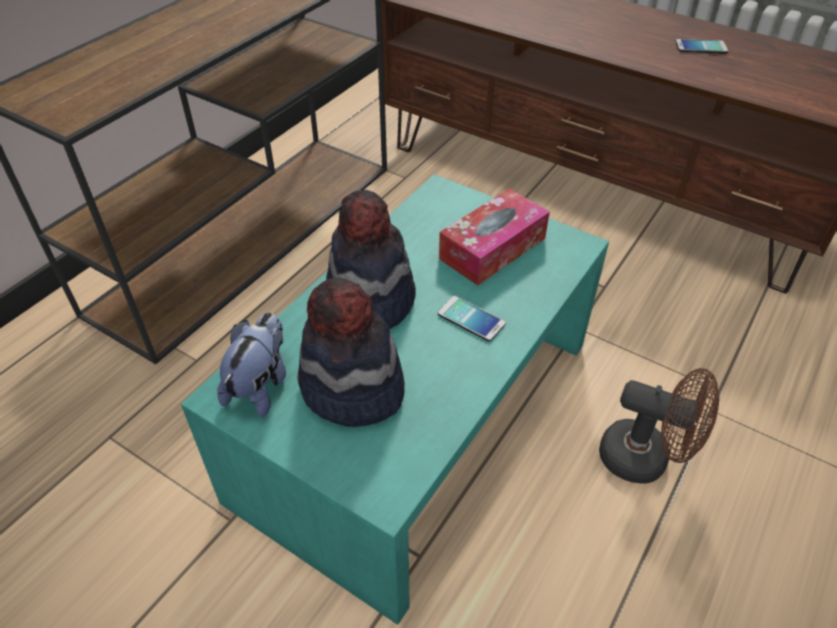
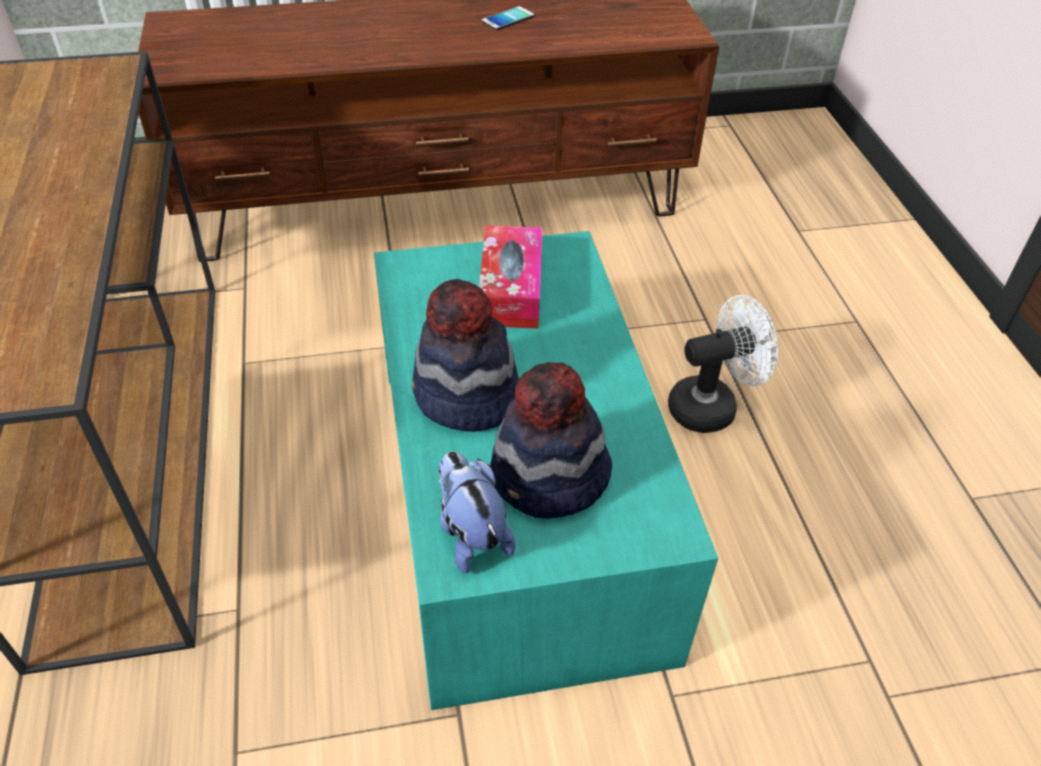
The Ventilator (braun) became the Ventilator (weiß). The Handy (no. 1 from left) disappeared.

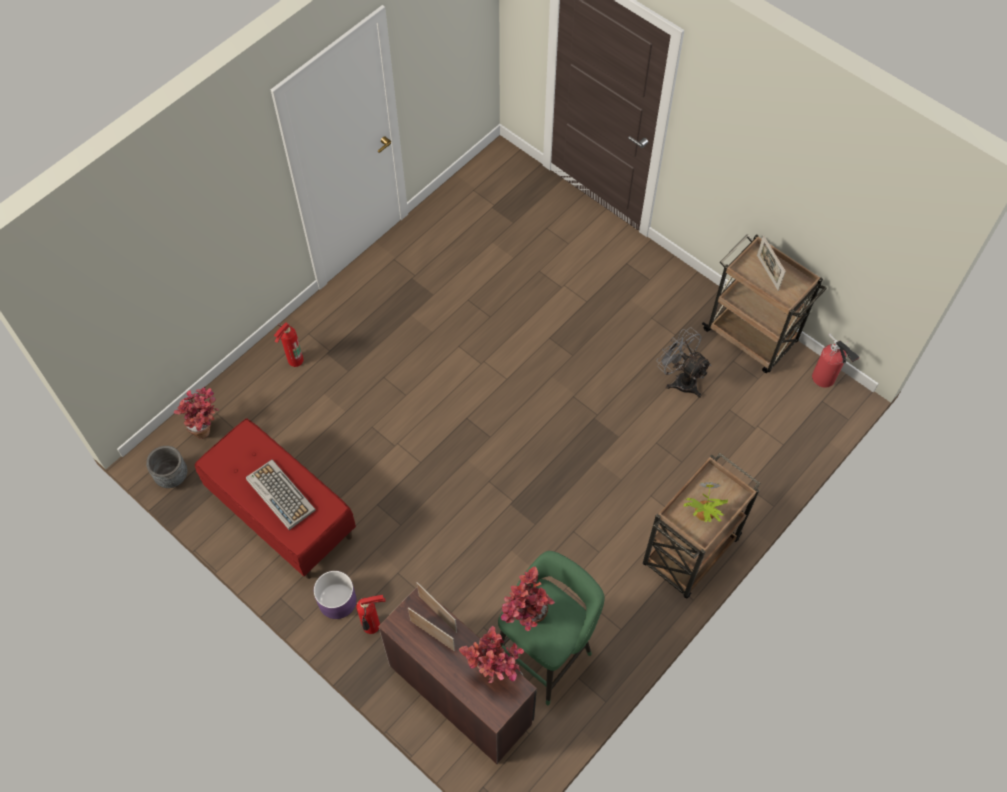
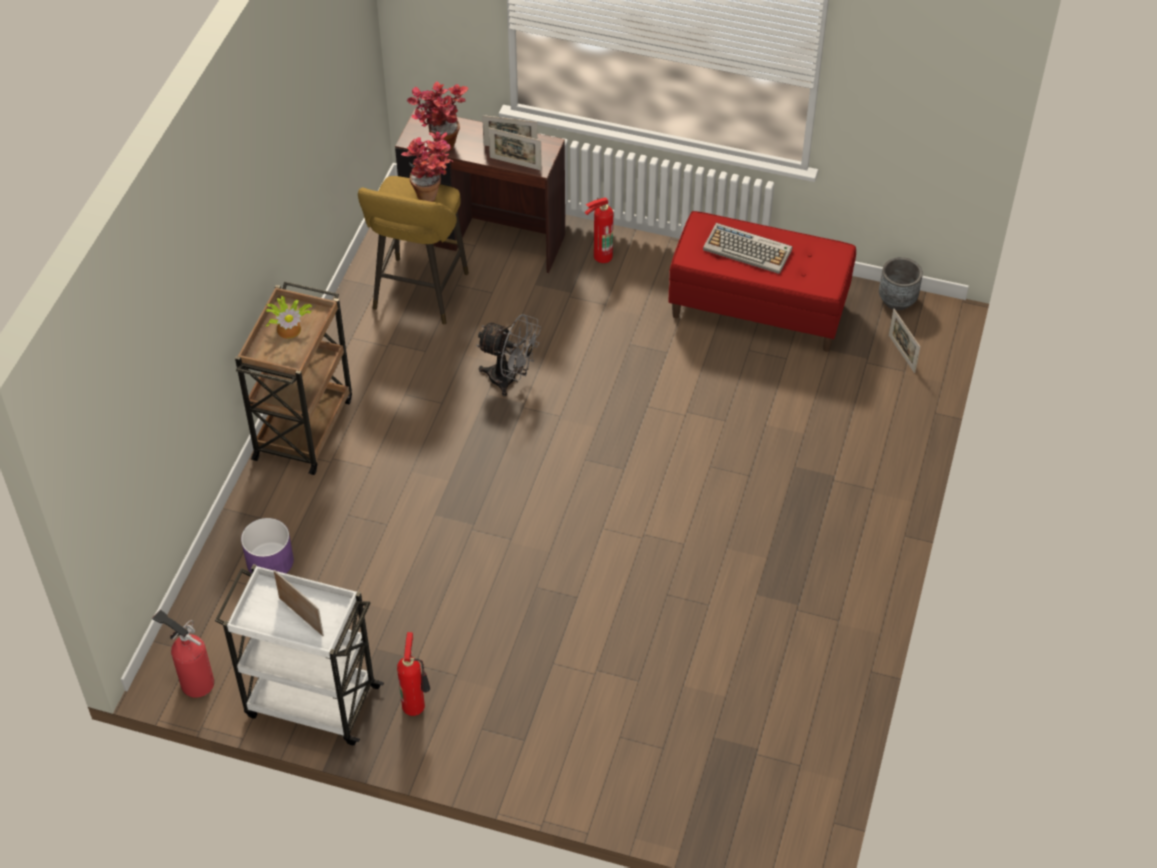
The Rollwagen (braun) (no. 2 from left) became the Rollwagen (weiß). The Pflanzkübel (lila) moved. The Hocker (grün) became the Hocker (gelb). The Feuerlöscher (no. 1 from left in the first image) moved. The Ventilator (grau) moved. The Topfpflanze (no. 1 from left) was replaced by the Bilderrahmen (no. 4 from left).

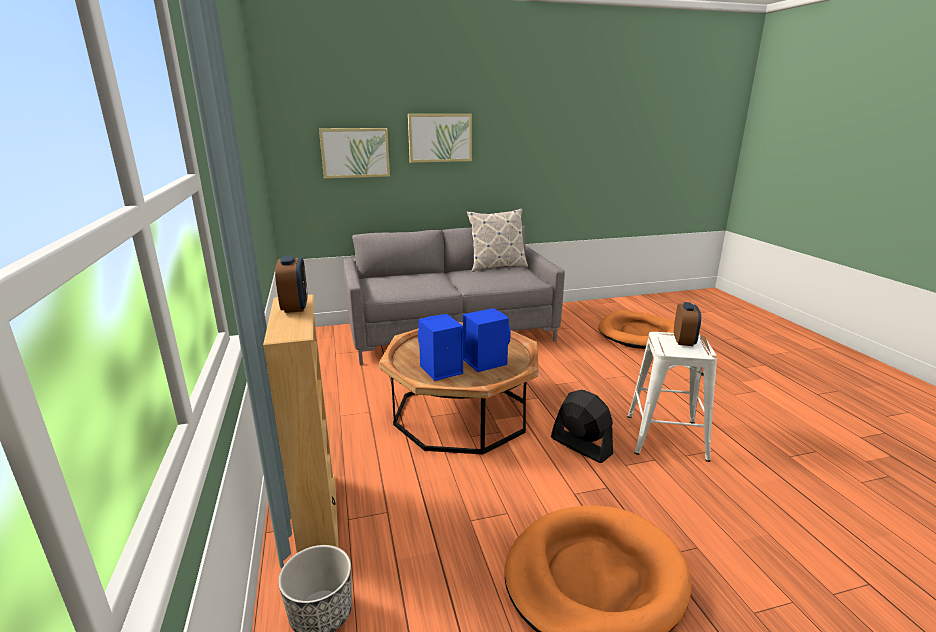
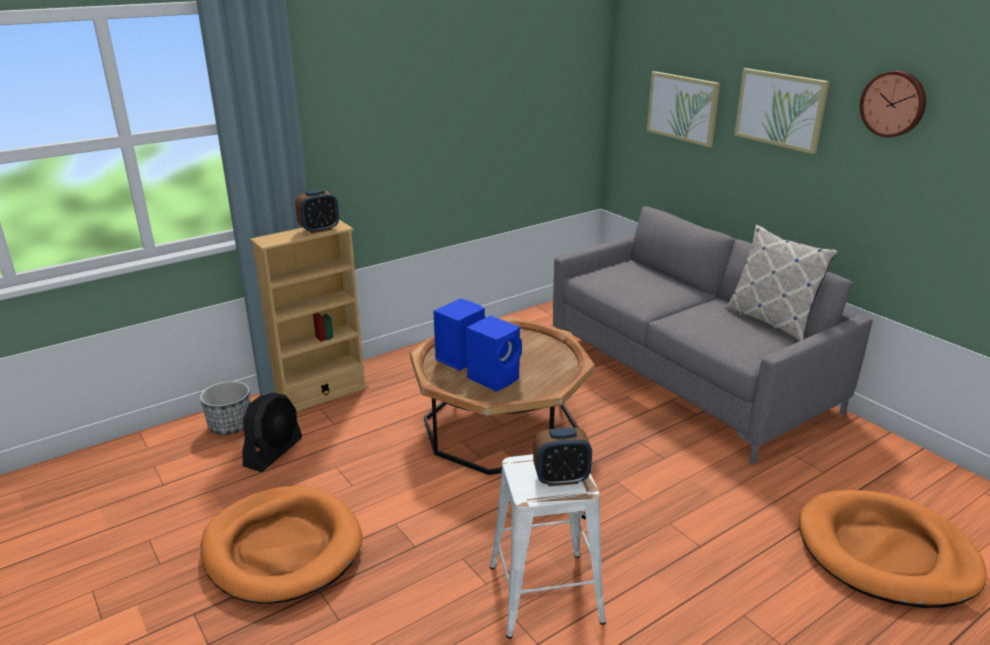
The Ventilator (schwarz) moved. The Wanduhr appeared.

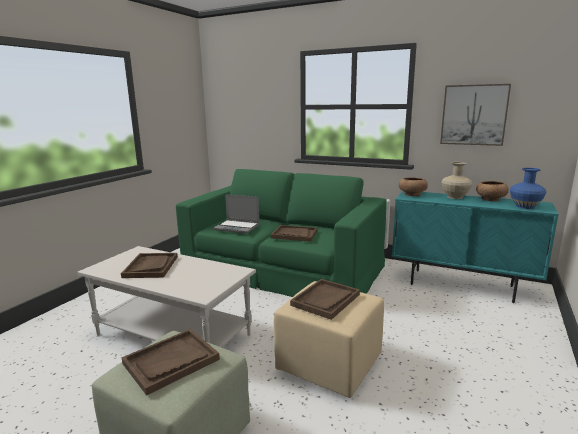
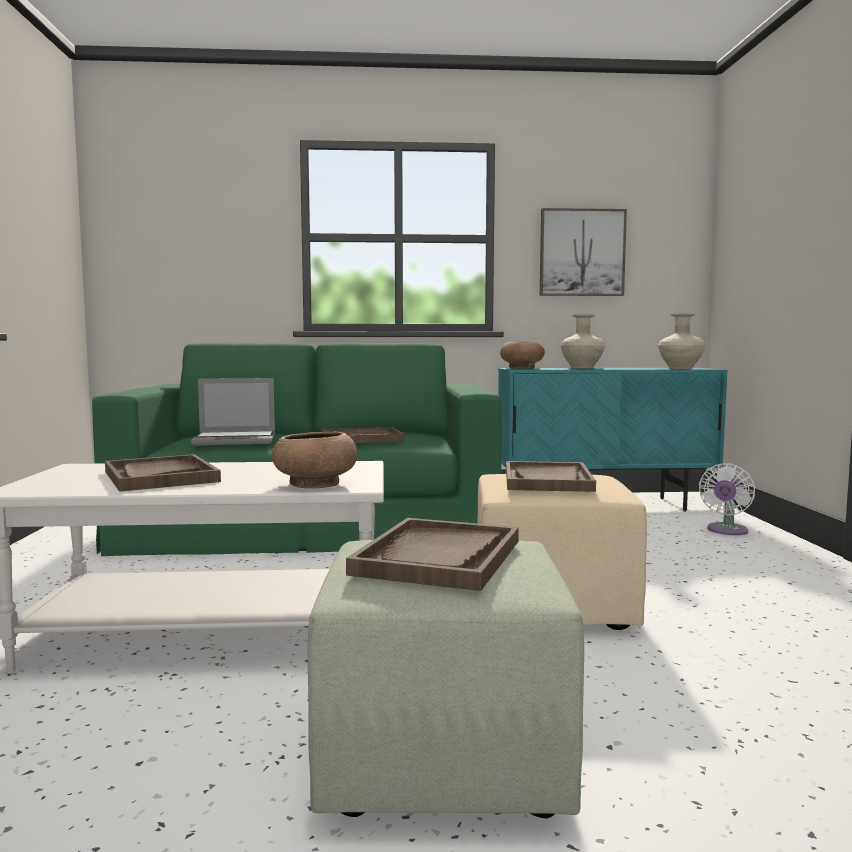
The Schüssel (braun) (no. 2 from left in the first image) moved. The Vase (blau) became the Vase (beige) (no. 2 from left). The Ventilator (weiß) appeared.

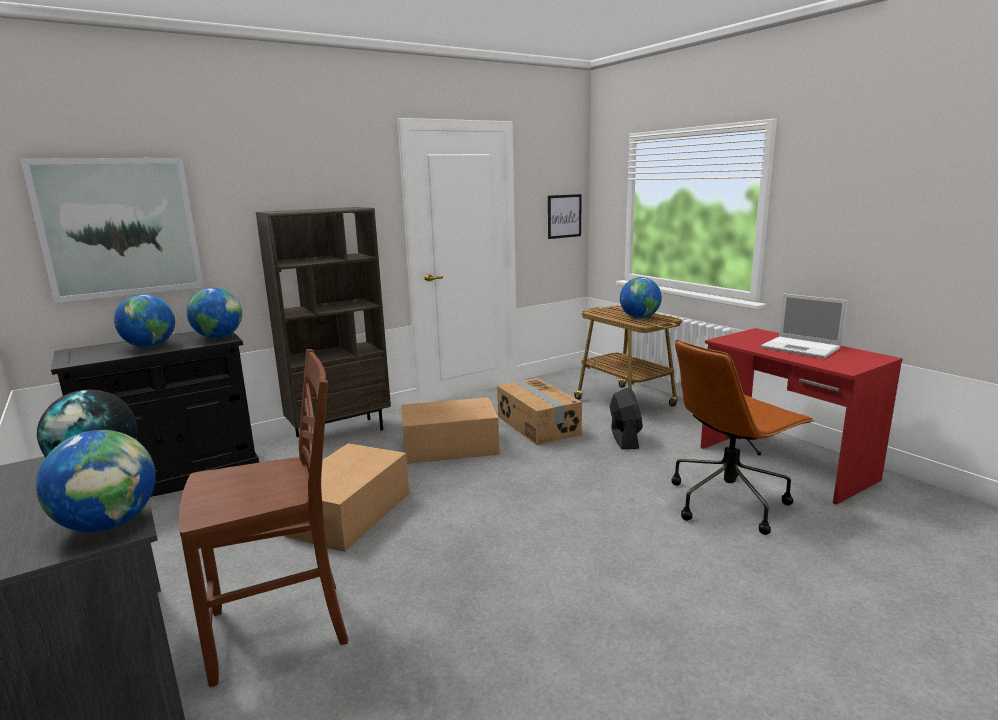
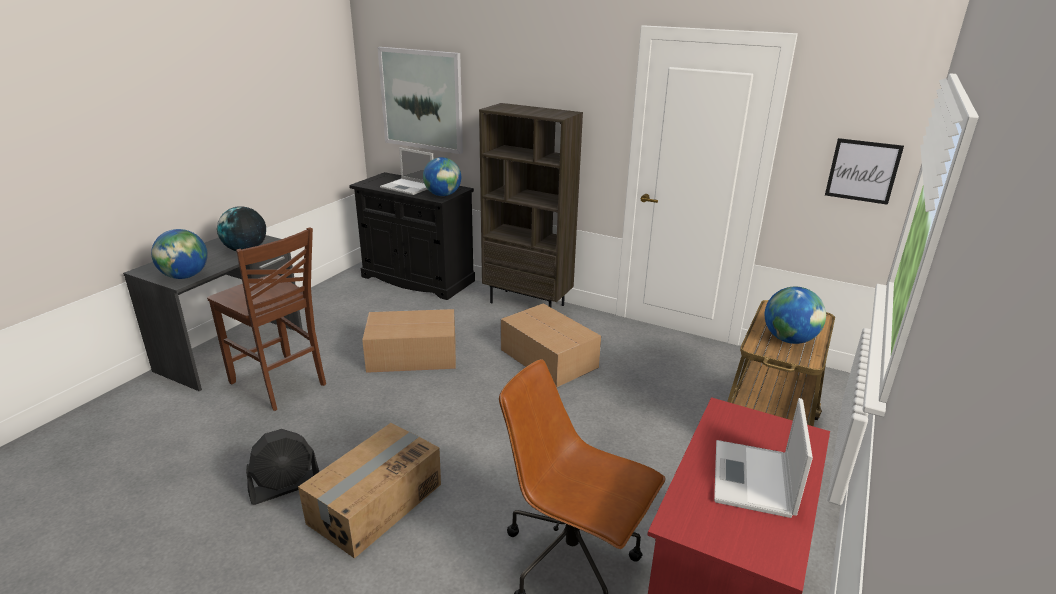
The Ventilator (schwarz) moved. The Karton (no. 3 from left in the first image) moved. The Globus (no. 3 from left) was replaced by the Laptop (no. 1 from left).

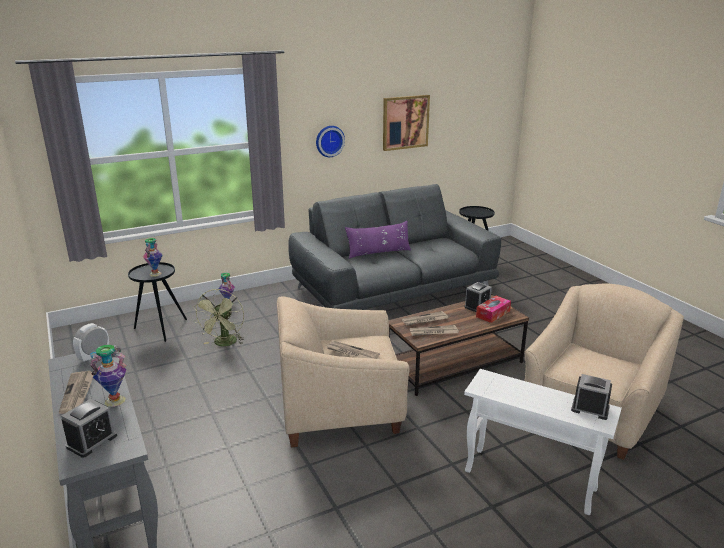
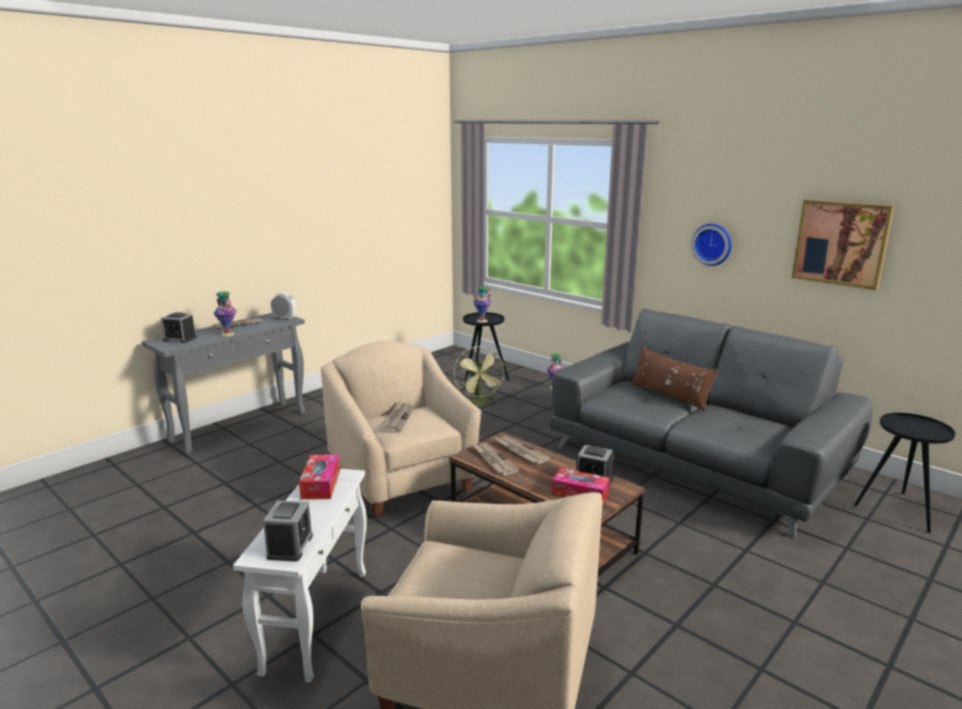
The Taschentuchbox (no. 1 from left) appeared. The Ventilator (grün) turned 90 degrees counterclockwise. The Kissen (lila) became the Kissen (braun).

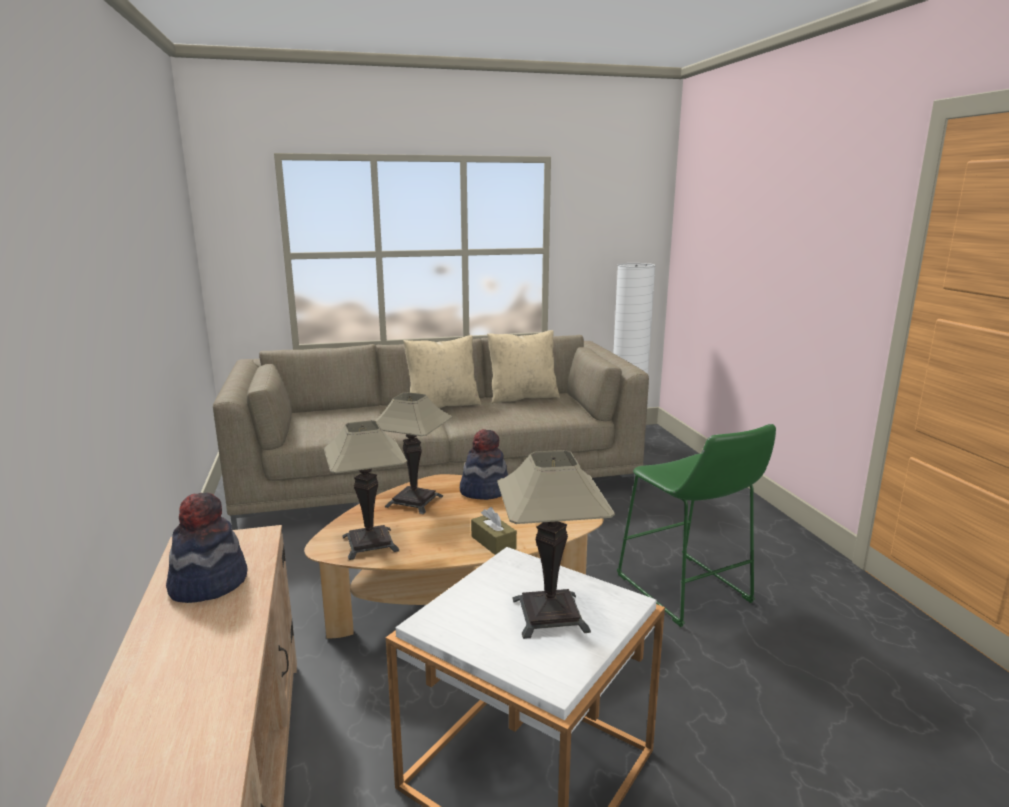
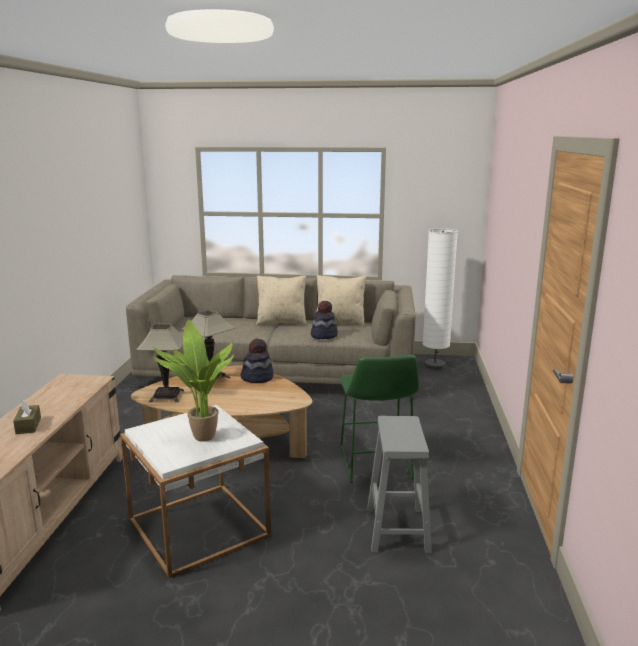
The Taschentuchbox (braun) moved. The Tischlampe (no. 3 from left) was replaced by the Topfpflanze. The Hut (no. 1 from left in the first image) moved. The Hocker (grau) appeared.

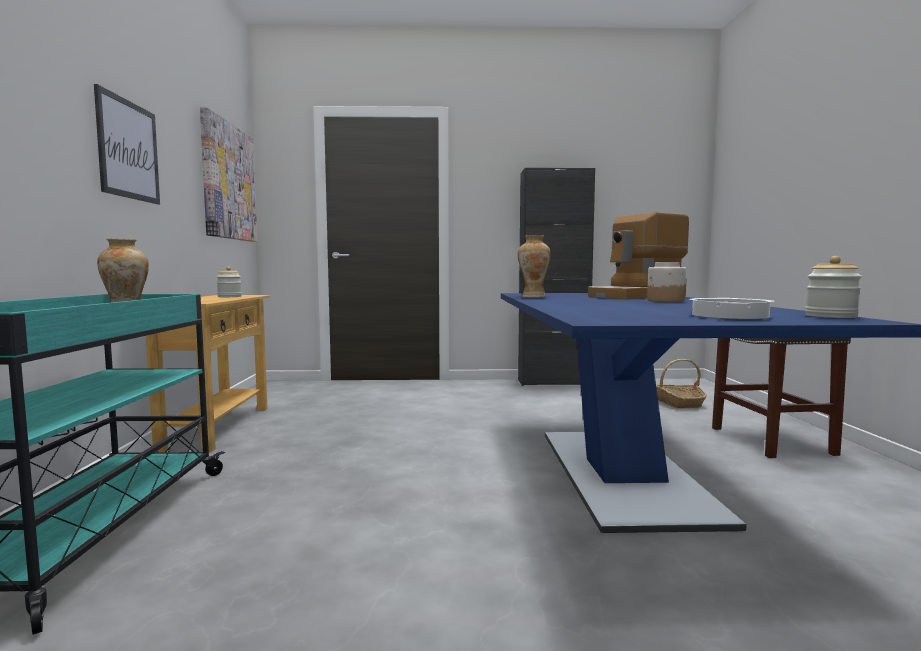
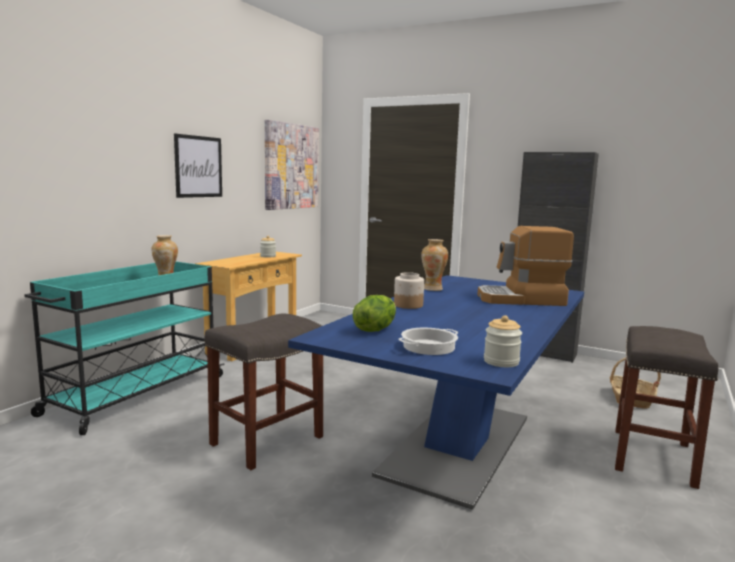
The Hocker (grau) (no. 1 from left) appeared. The Salatkopf appeared. The Vorratsglas (no. 2 from left) moved.

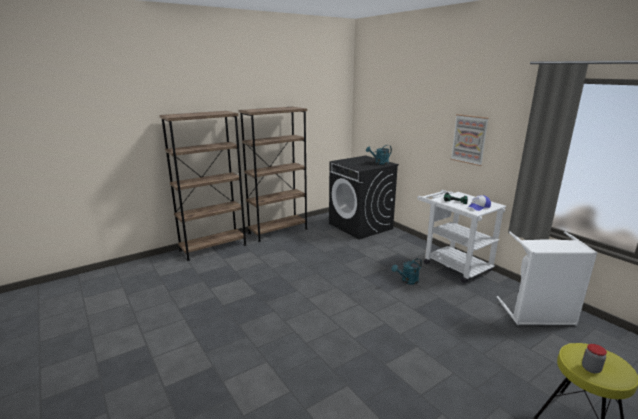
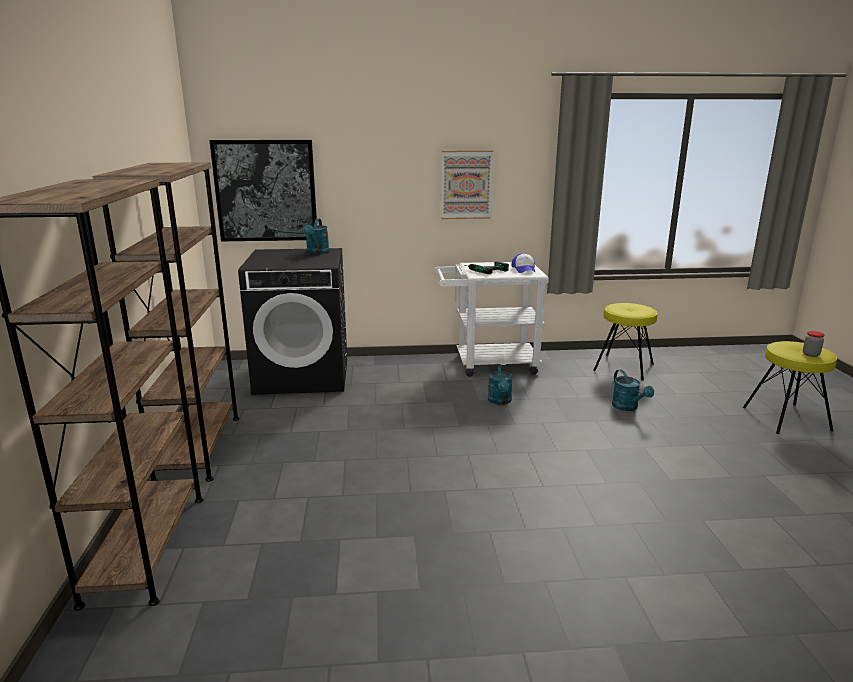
The Bild (no. 1 from left) appeared. The Wäschekorb (weiß) was replaced by the Hocker (gelb) (no. 1 from left). The Gießkanne (türkis) (no. 3 from left) appeared.

